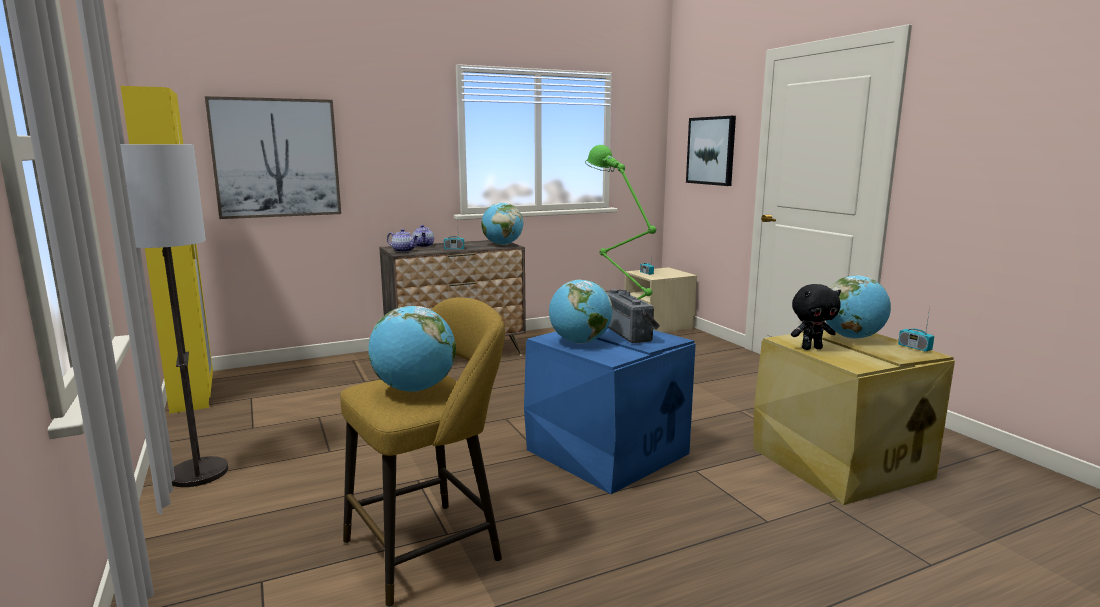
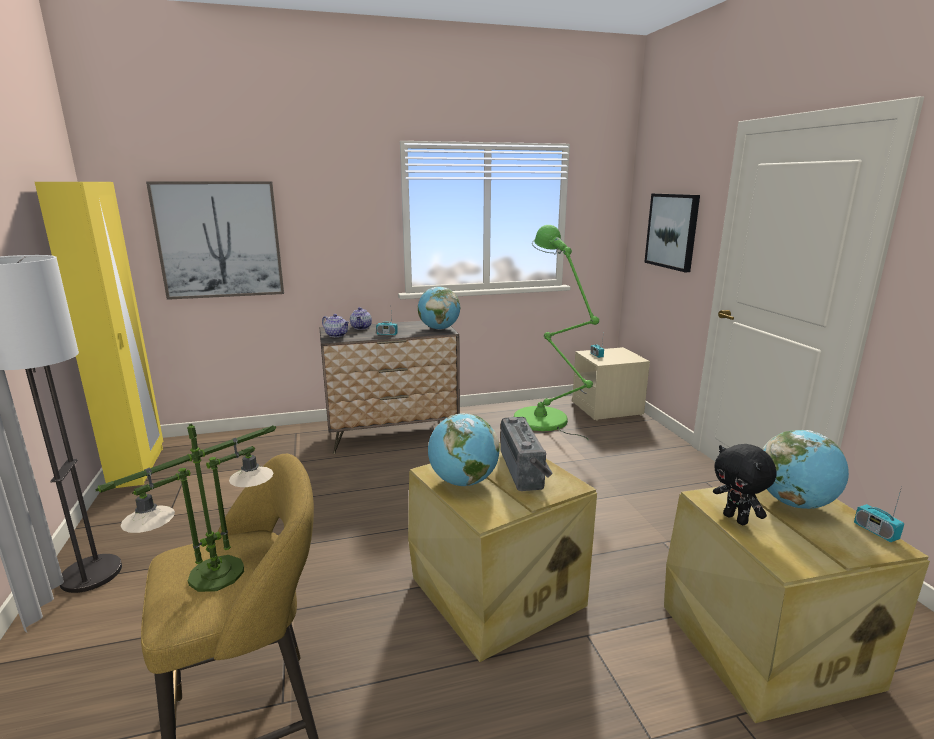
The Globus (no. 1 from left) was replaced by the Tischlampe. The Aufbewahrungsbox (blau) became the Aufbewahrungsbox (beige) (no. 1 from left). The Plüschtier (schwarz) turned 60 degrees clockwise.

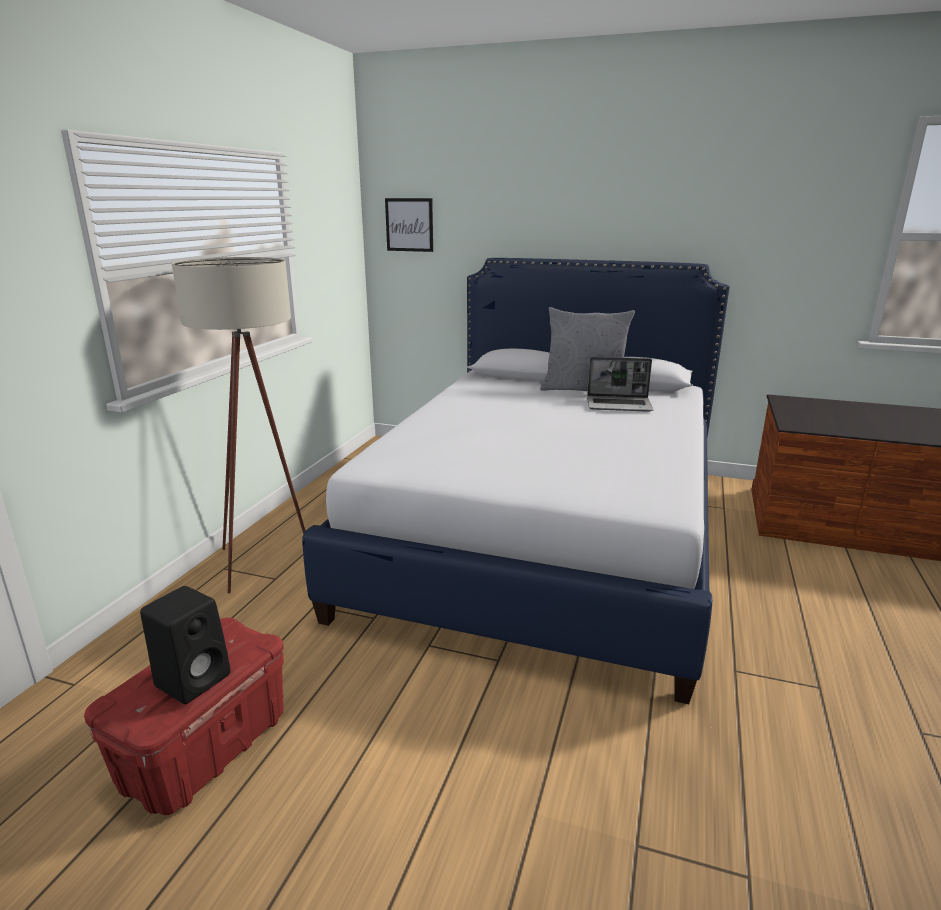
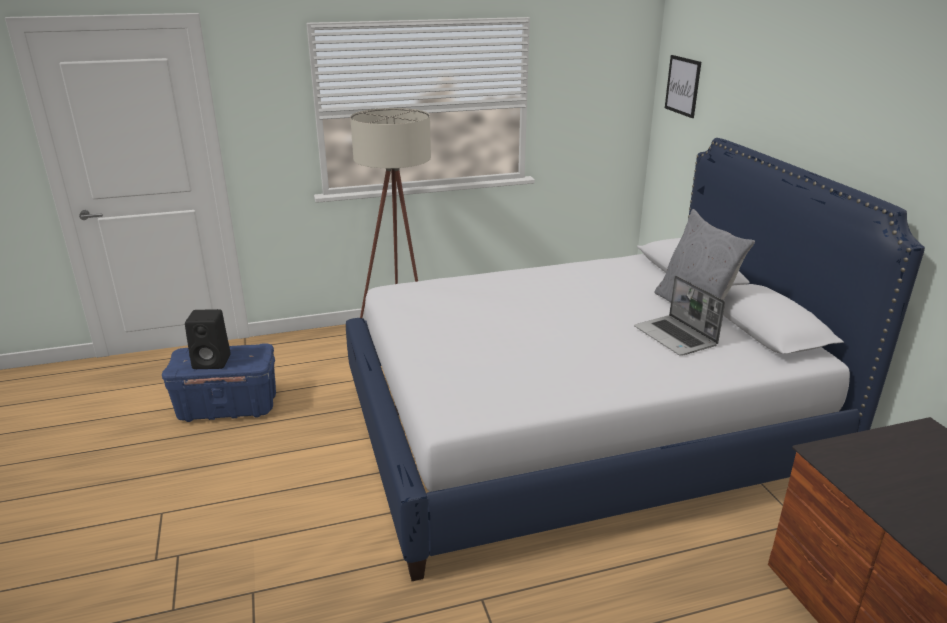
The Aufbewahrungsbox (rot) became the Aufbewahrungsbox (blau).

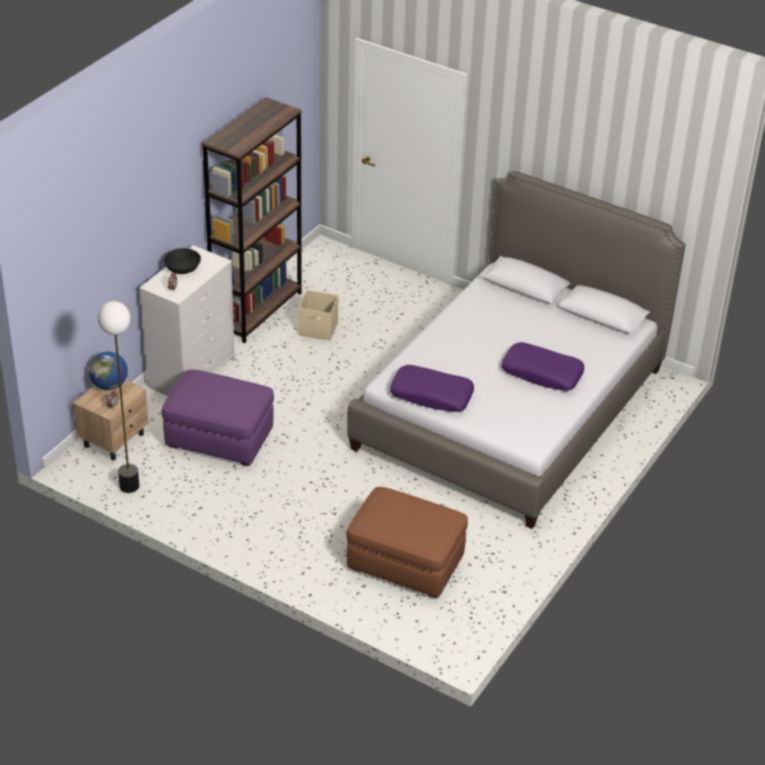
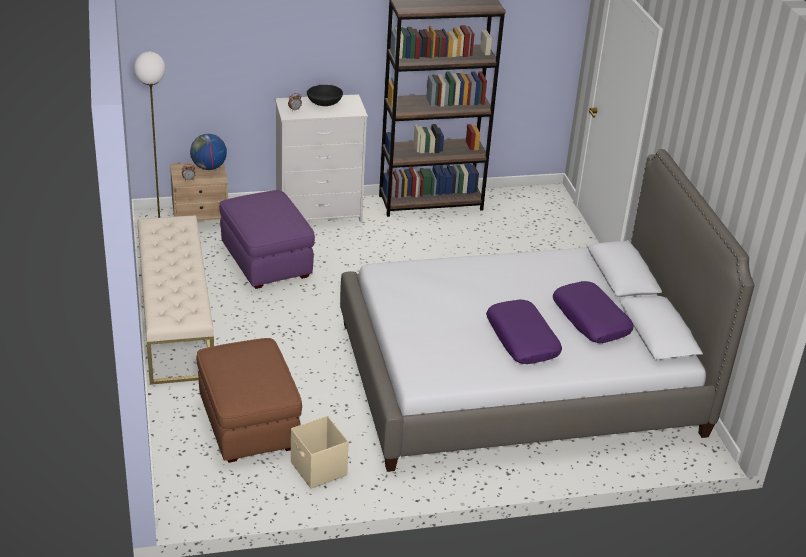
The Bank (beige) appeared. The Aufbewahrungsbox (beige) moved. The Kissen (lila) (no. 1 from left in the first image) moved.

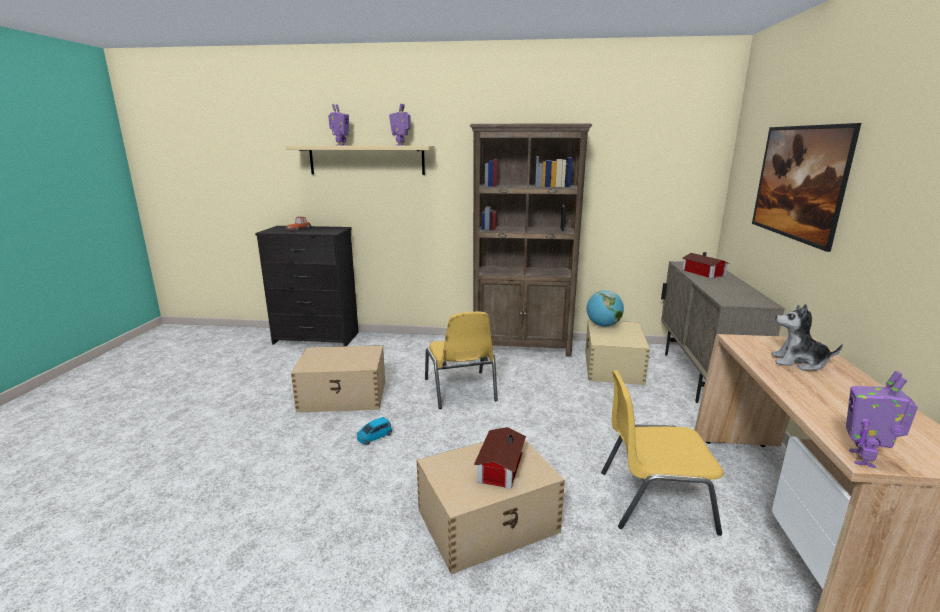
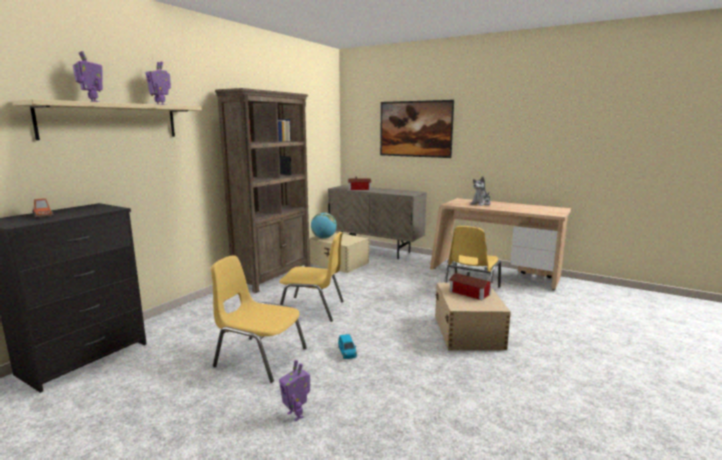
The Aufbewahrungsbox (beige) (no. 1 from left) was replaced by the Stuhl (gelb) (no. 1 from left). The Spielzeugroboter (no. 3 from left) moved.

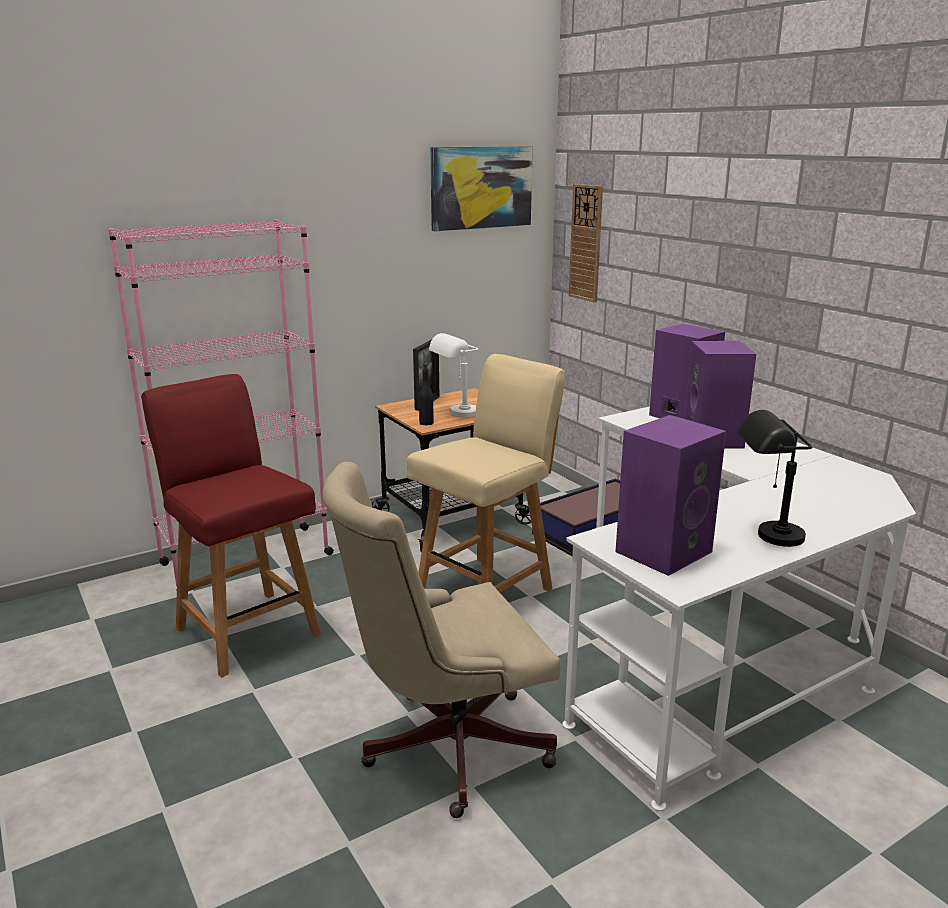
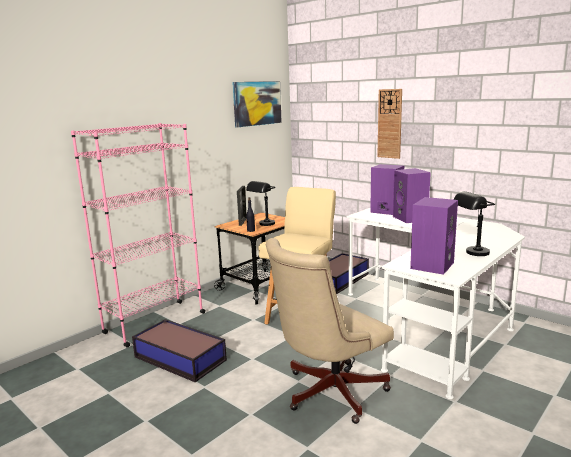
The Stuhl (rot) was replaced by the Aufbewahrungsbox (no. 1 from left). The Tischlampe (weiß) became the Tischlampe (schwarz) (no. 1 from left). The Wanduhr moved.

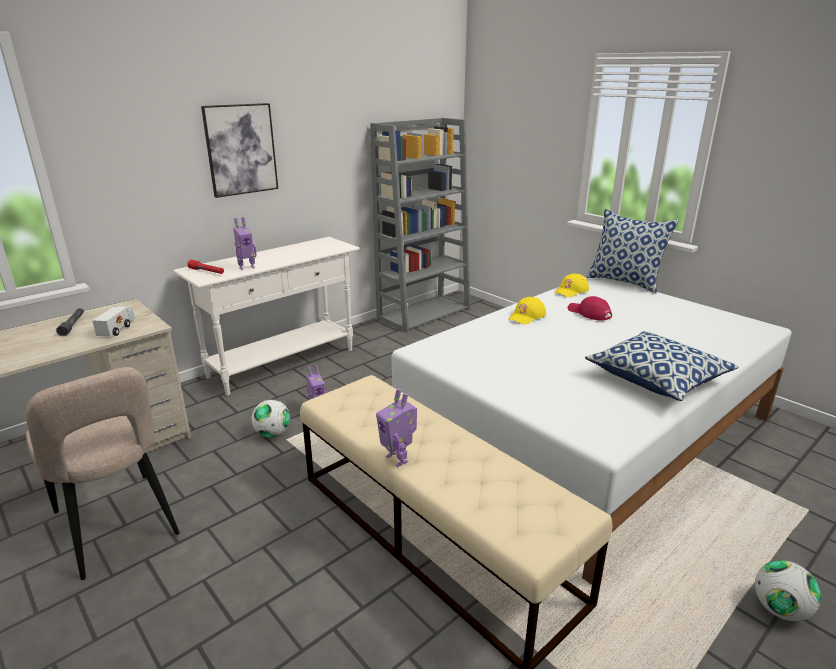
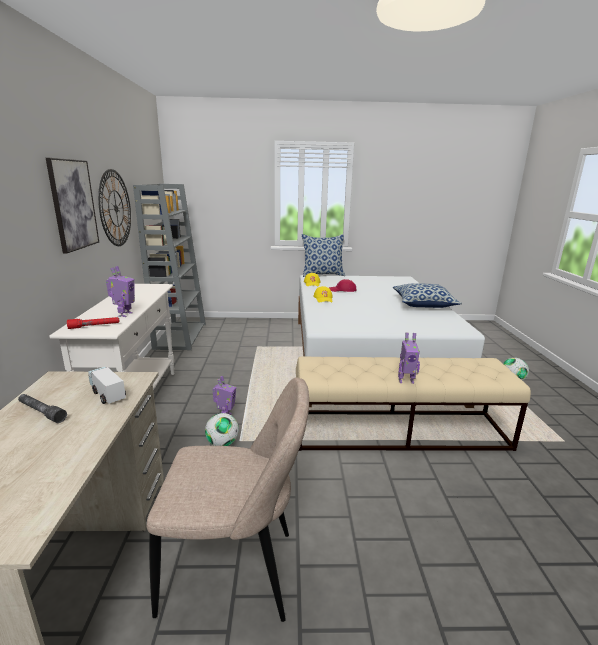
The Wanduhr appeared.

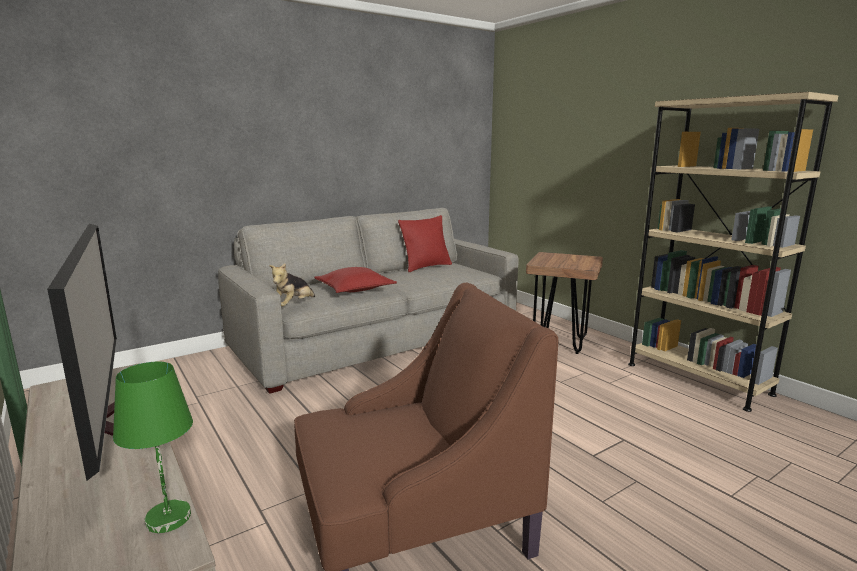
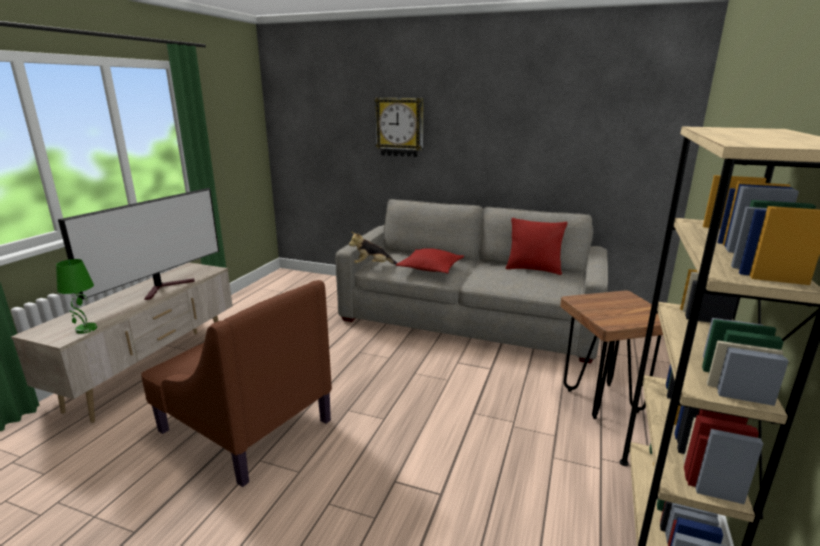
The Wanduhr appeared.

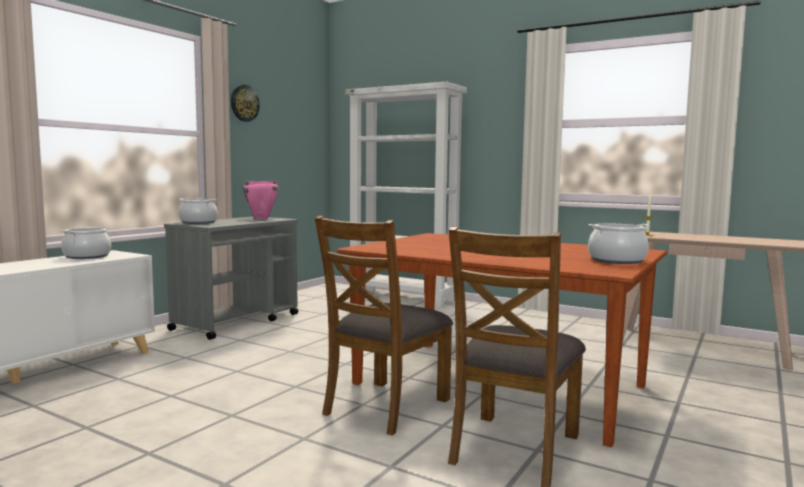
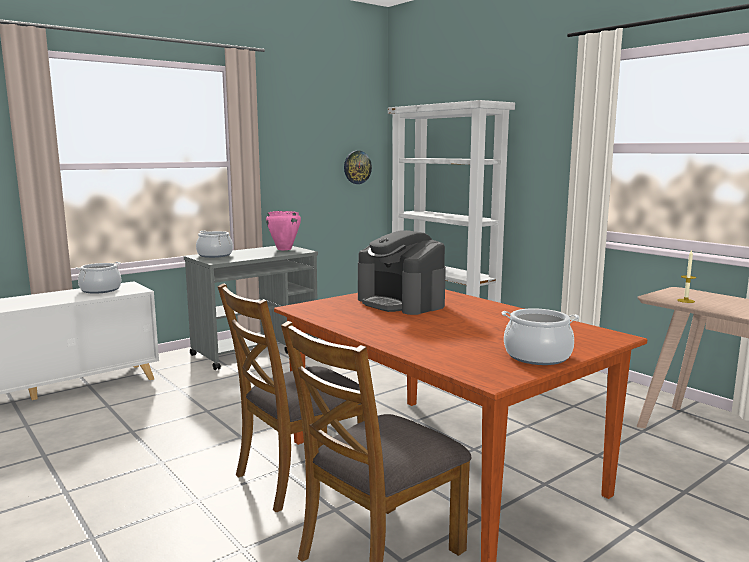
The Wanduhr moved. The Kaffeemaschine appeared.

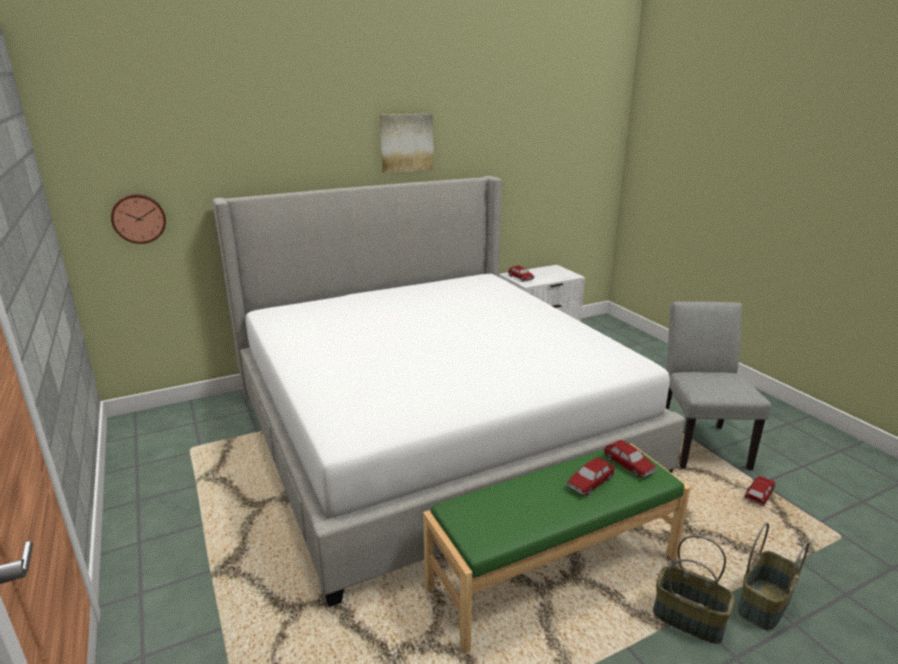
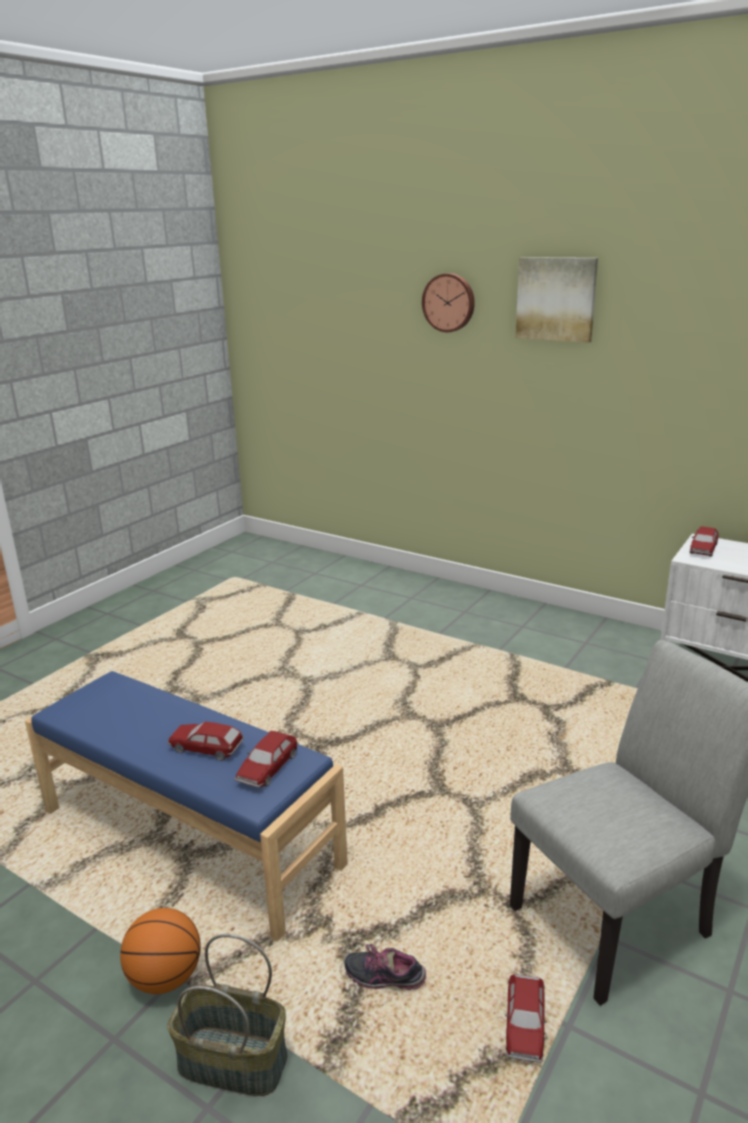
The Bank (grün) became the Bank (blau). The Korb (no. 1 from left) was replaced by the Basketball. The Schuh appeared. The Wanduhr moved. The Spielzeugauto (no. 4 from left in the first image) turned 90 degrees clockwise. The Bett disappeared.

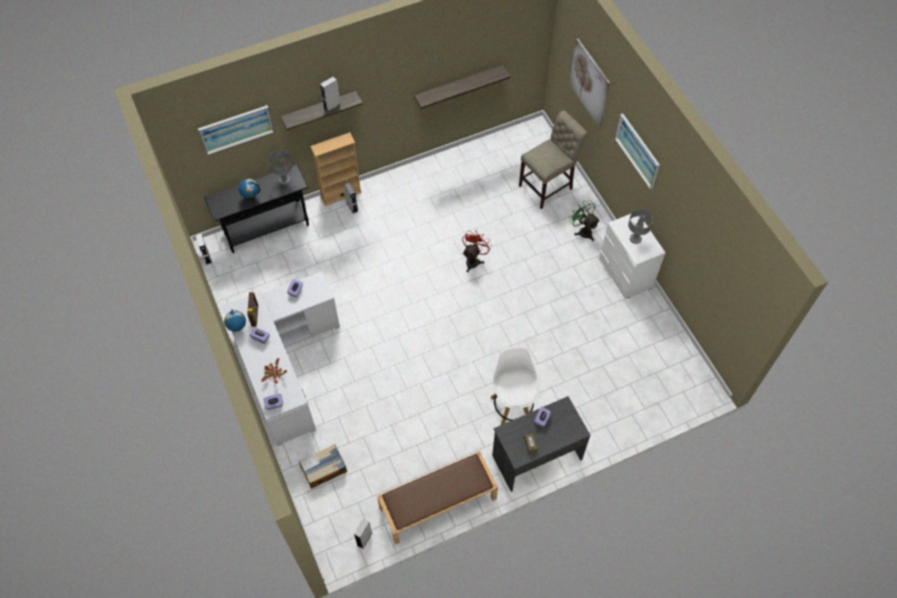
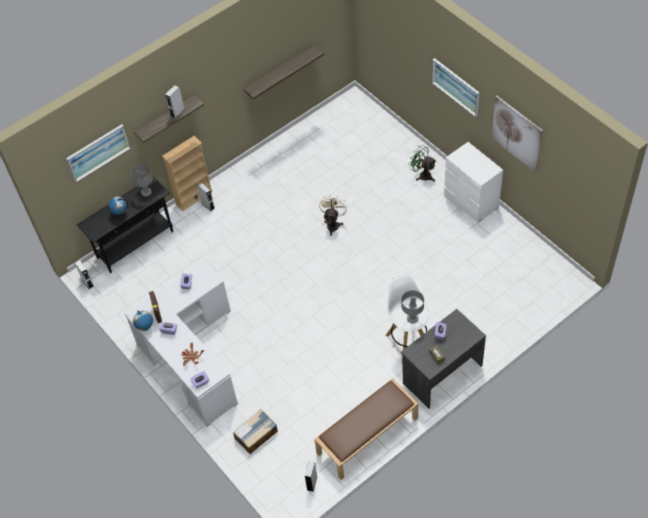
The Ventilator (rot) became the Ventilator (beige). The Tischlampe (grau) (no. 2 from left) moved. The Bild (no. 2 from left in the first image) moved. The Stuhl (beige) disappeared.

